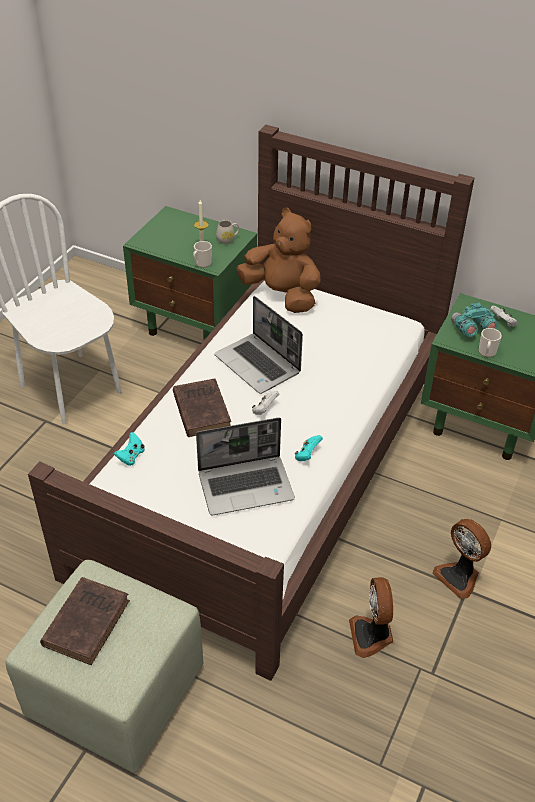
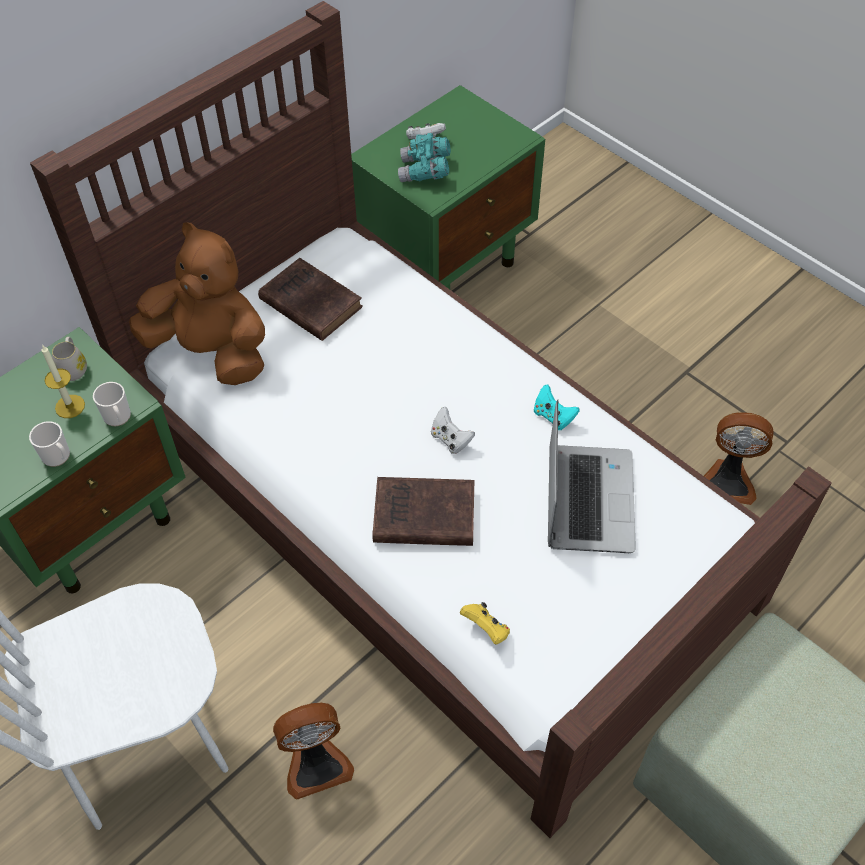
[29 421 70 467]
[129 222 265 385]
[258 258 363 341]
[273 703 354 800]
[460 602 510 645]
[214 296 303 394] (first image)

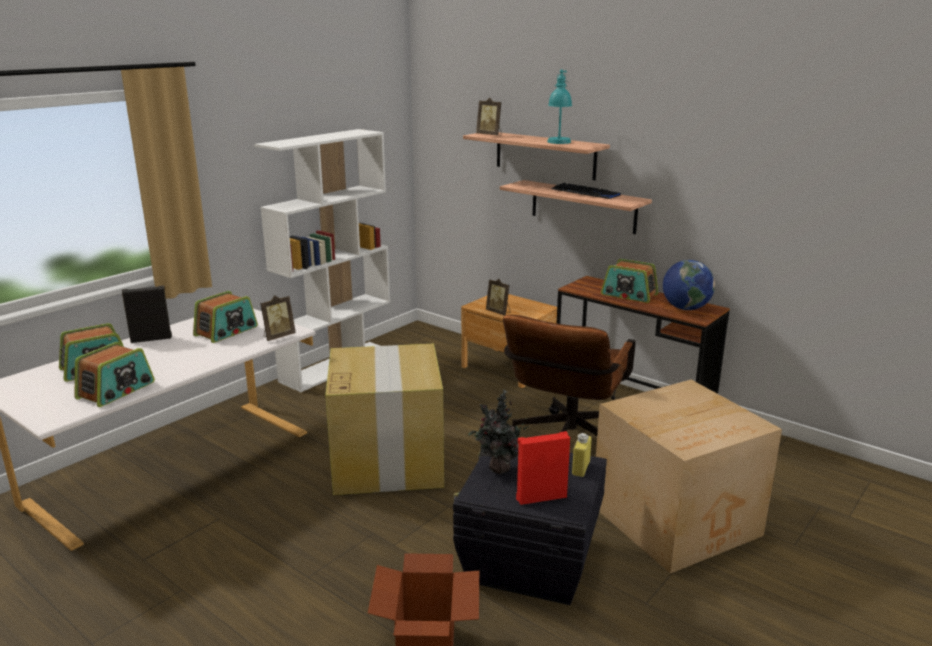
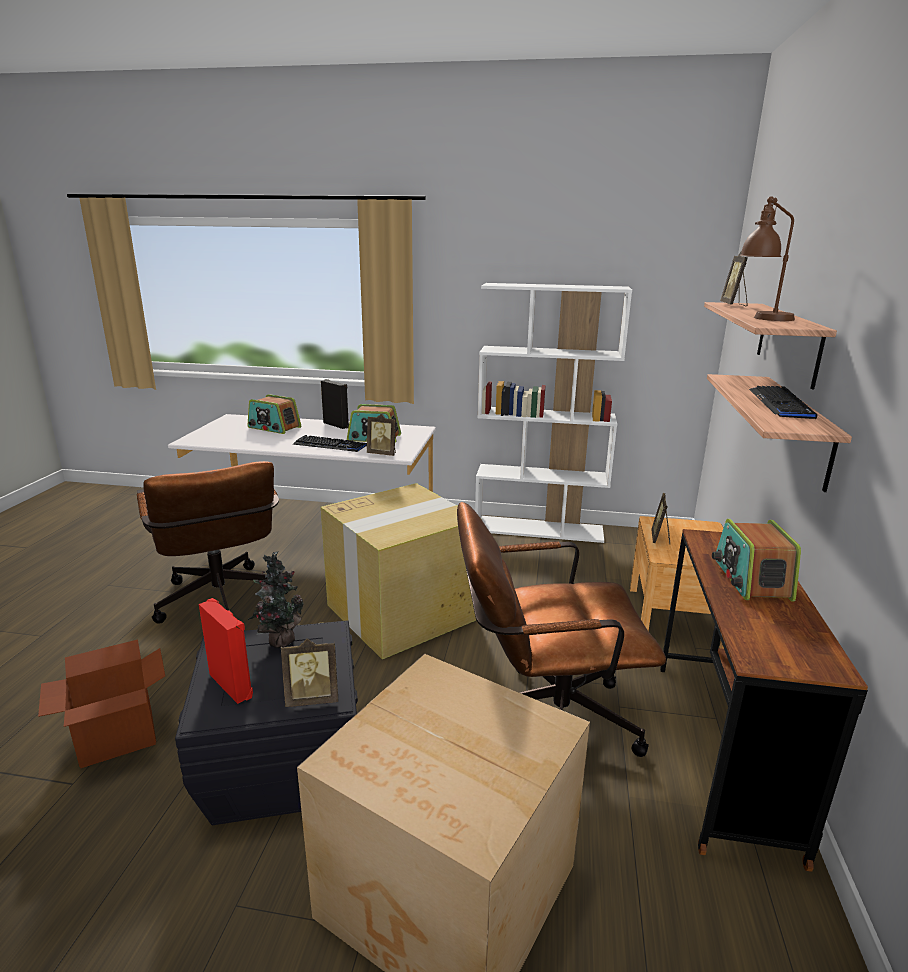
[137 461 288 624]
[281 639 338 707]
[293 435 367 452]
[740 196 795 321]
[75 342 155 407] (first image)
[663 260 715 310] (first image)

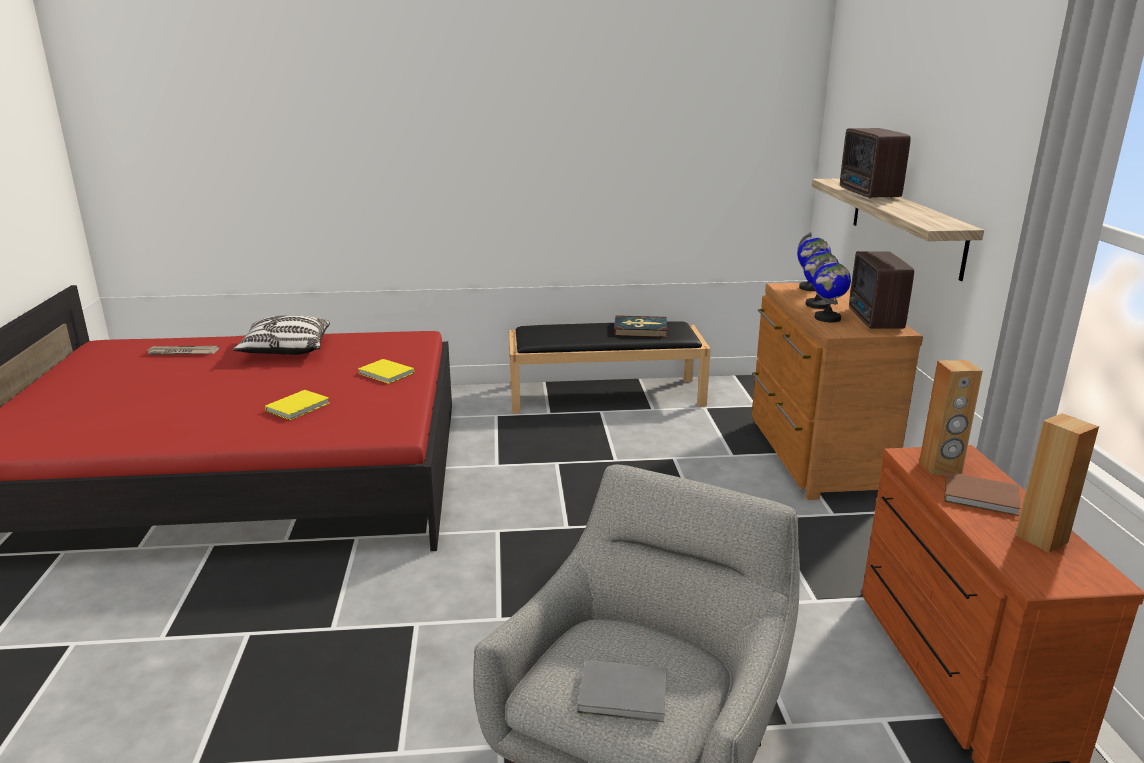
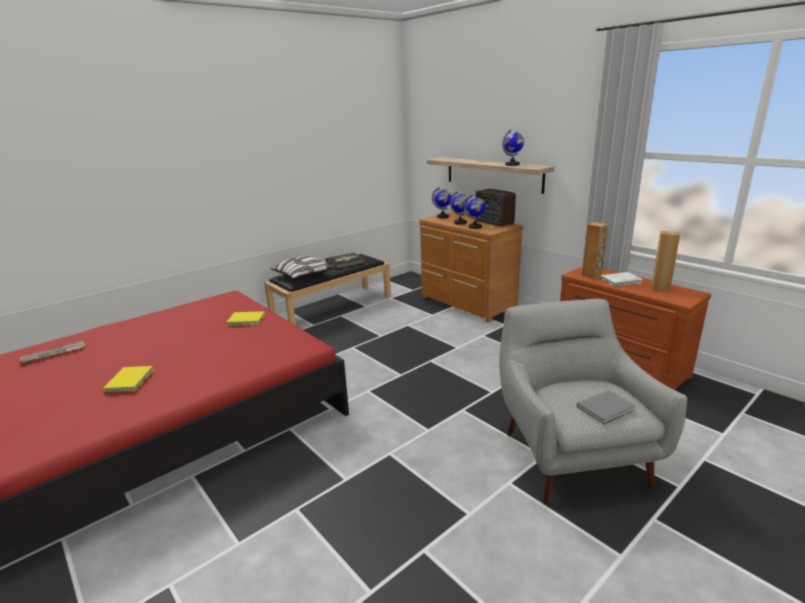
[103 366 153 393]
[270 256 334 279]
[502 130 524 166]
[601 272 643 286]
[840 128 911 198] (first image)

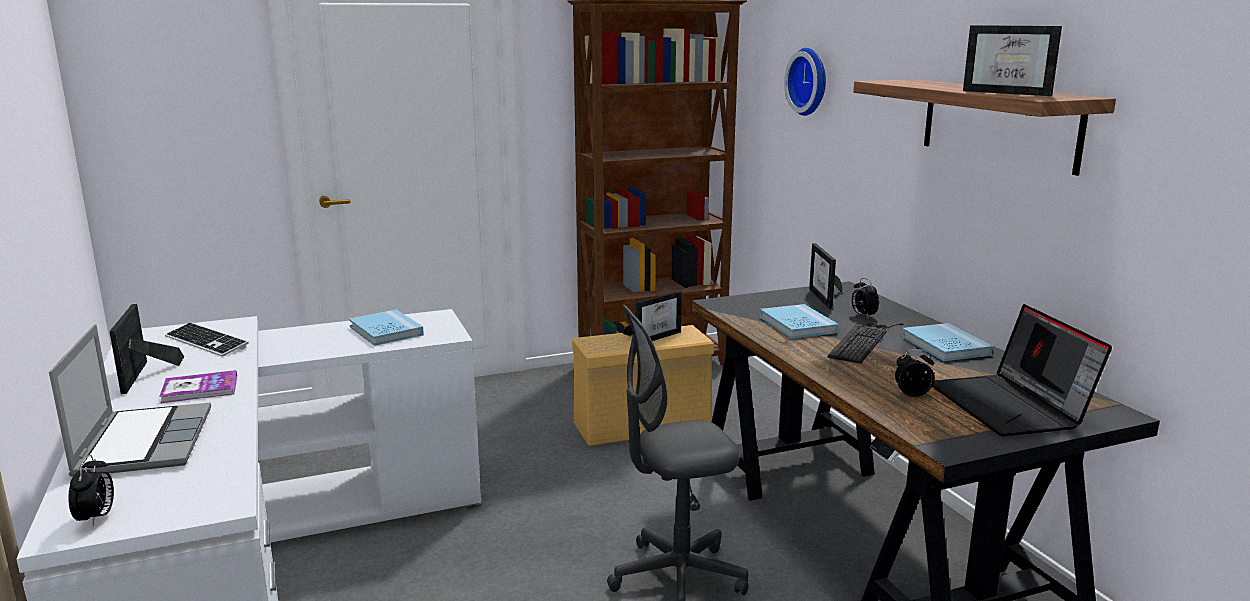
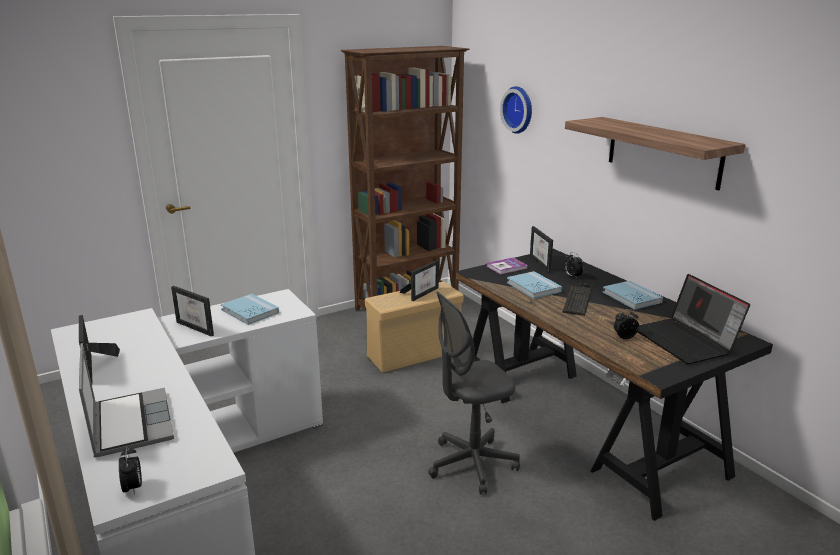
[171 286 214 337]
[486 258 528 275]
[165 322 249 357] (first image)

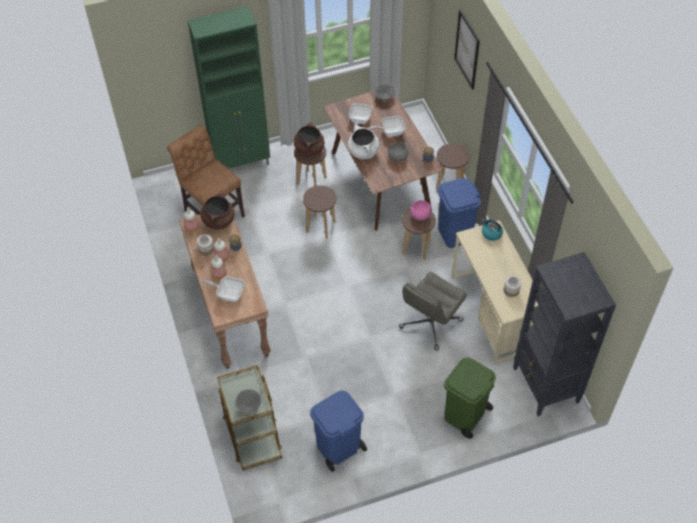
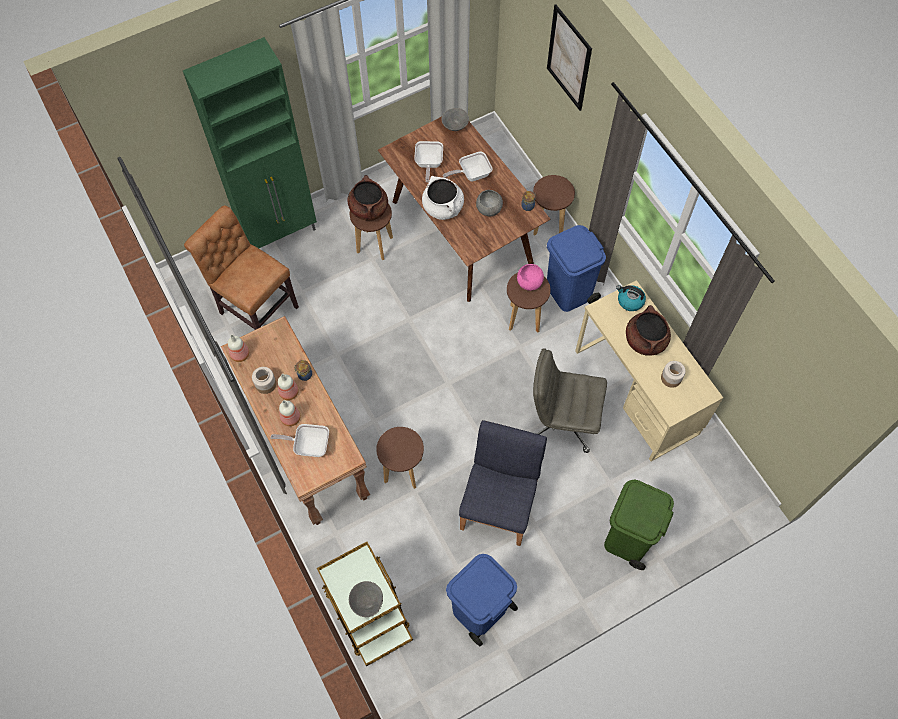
[376 427 424 489]
[459 420 547 546]
[533 348 607 453]
[626 305 671 356]
[513 252 616 416] (first image)

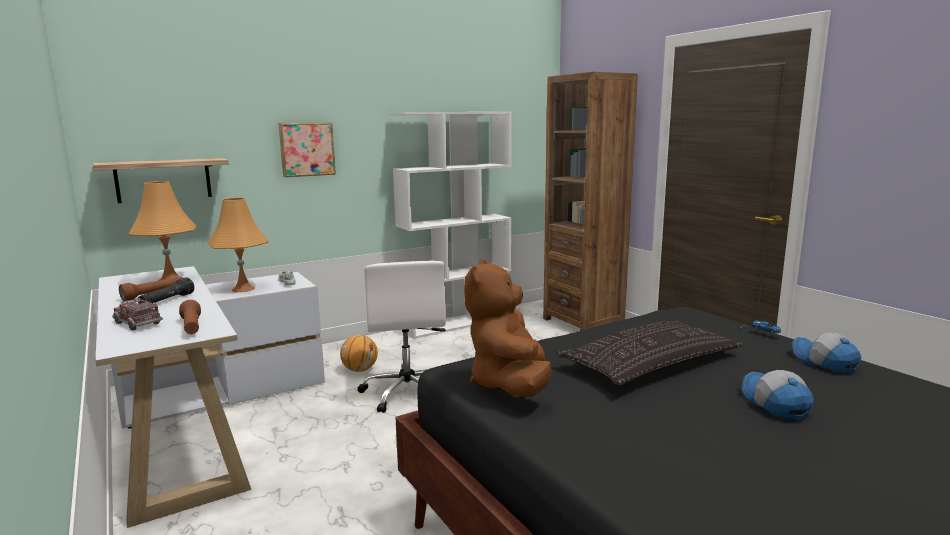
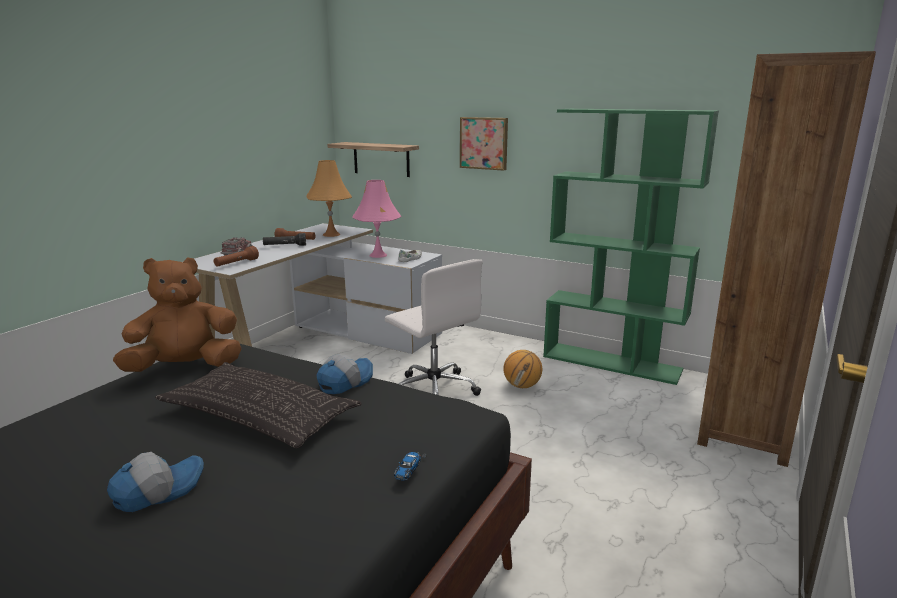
[317 354 373 394]
[352 180 401 258]
[385 259 483 396]
[503 350 542 388]
[543 109 719 385]

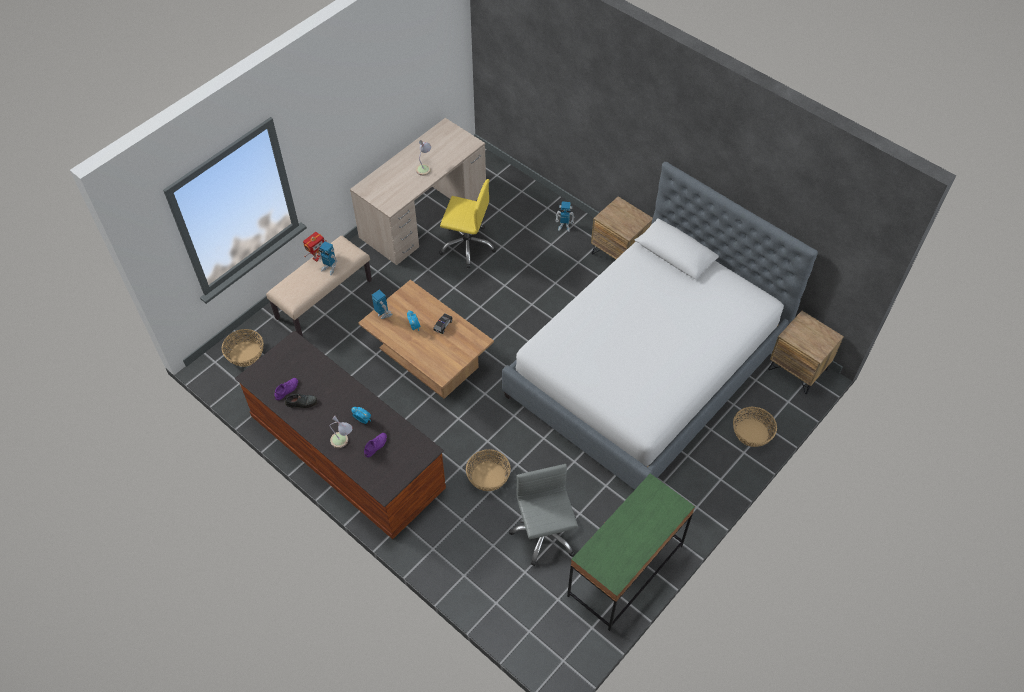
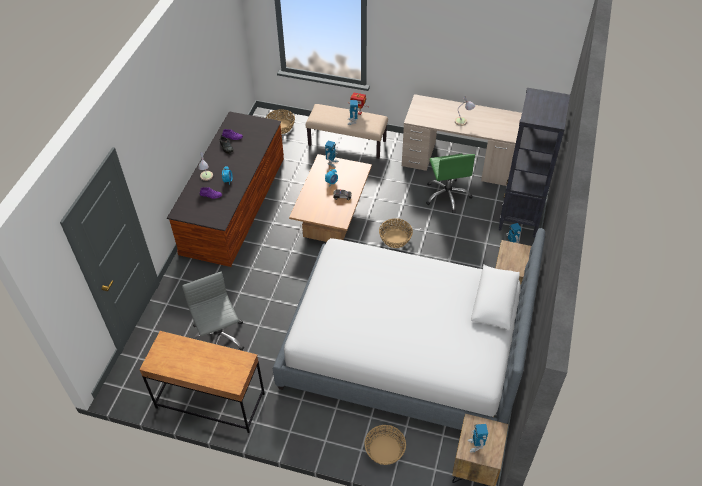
[139 331 265 433]
[182 272 244 351]
[379 218 413 248]
[426 154 475 213]
[467 424 488 452]
[499 88 570 237]

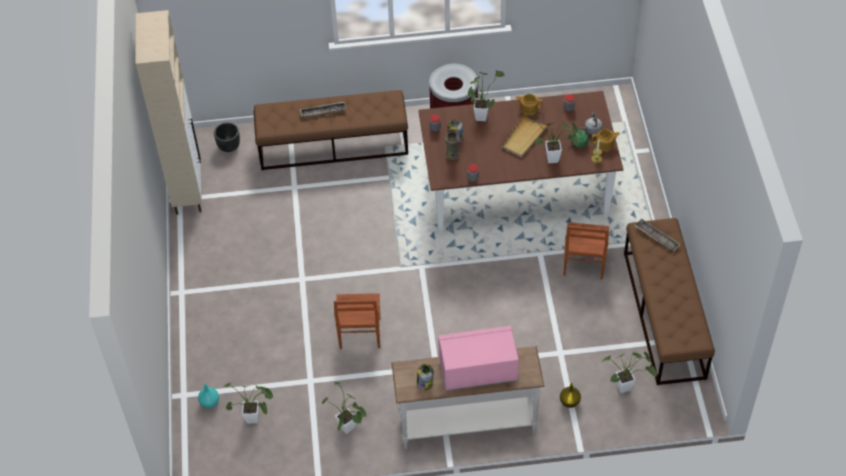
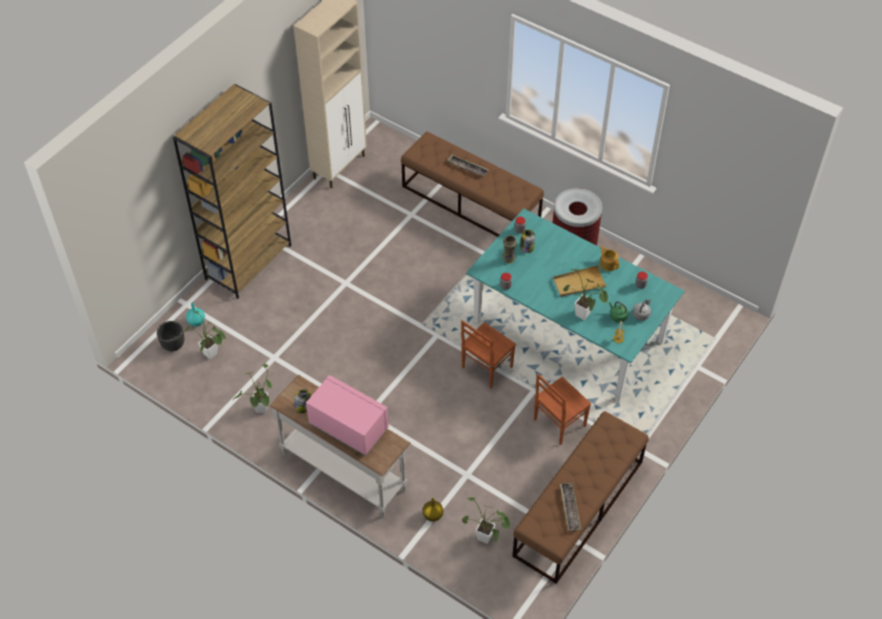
[157 321 184 351]
[173 84 291 299]
[461 320 516 388]
[466 209 685 402]
[560 483 581 531]
[467 70 505 121] (first image)
[592 129 620 151] (first image)

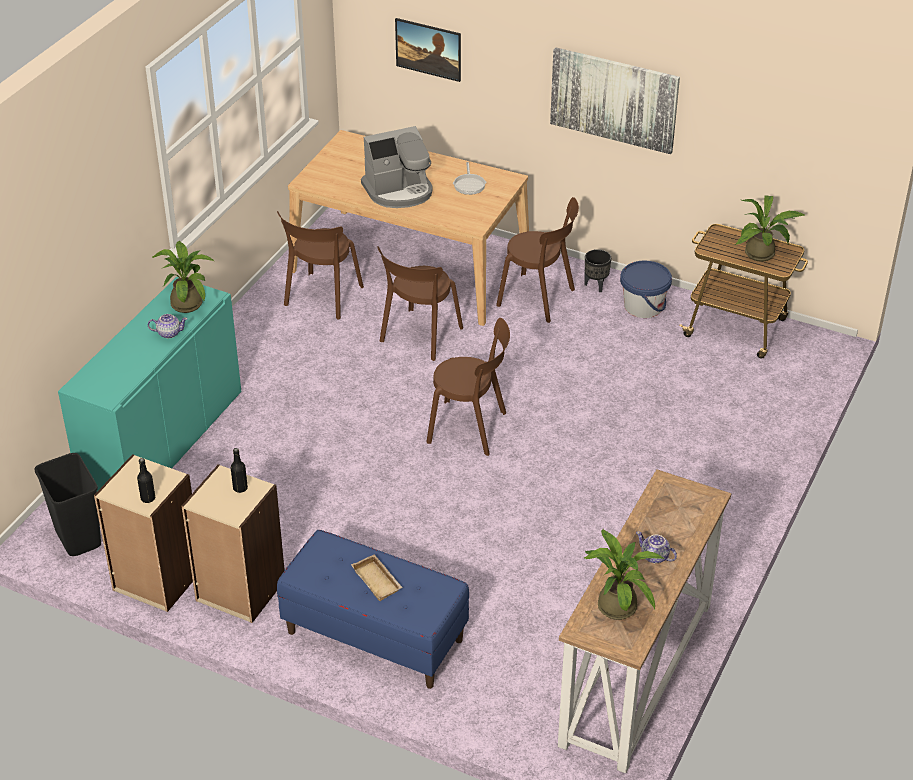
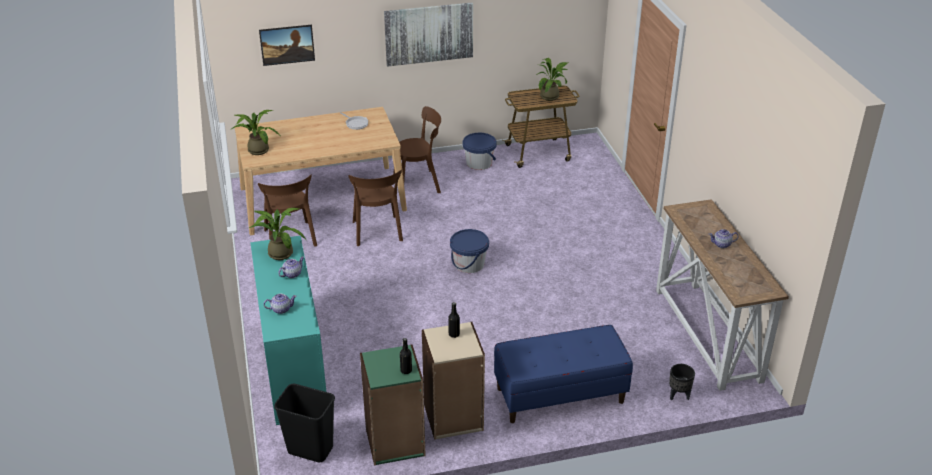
[231 110 280 155]
[264 294 296 314]
[360 345 426 465]
[450 229 489 273]
[669 364 695 400]
[351 554 403 601] (first image)
[361 126 432 208] (first image)

